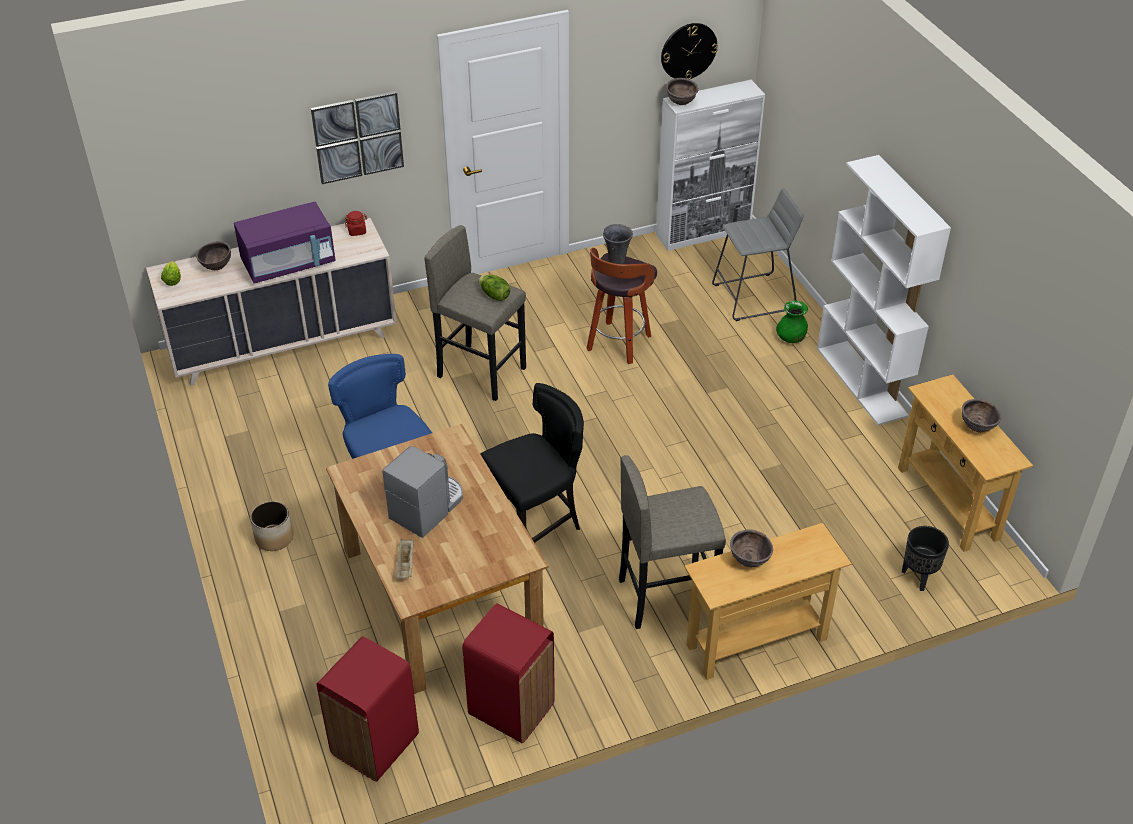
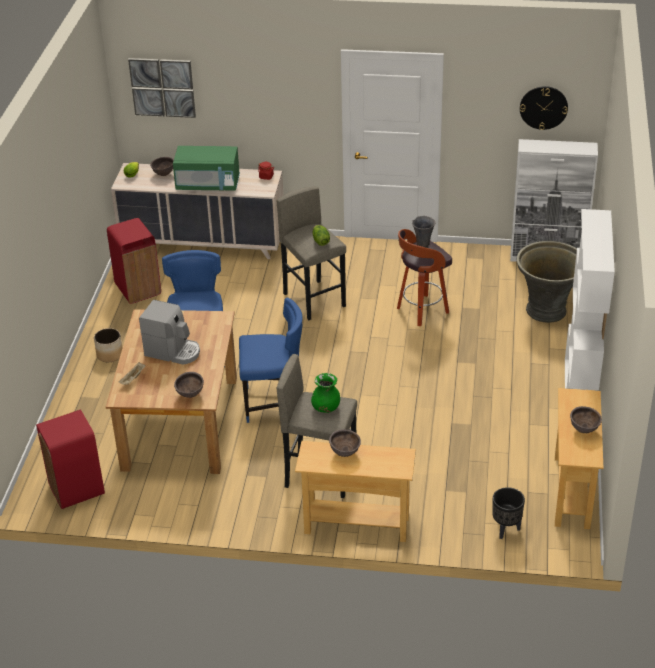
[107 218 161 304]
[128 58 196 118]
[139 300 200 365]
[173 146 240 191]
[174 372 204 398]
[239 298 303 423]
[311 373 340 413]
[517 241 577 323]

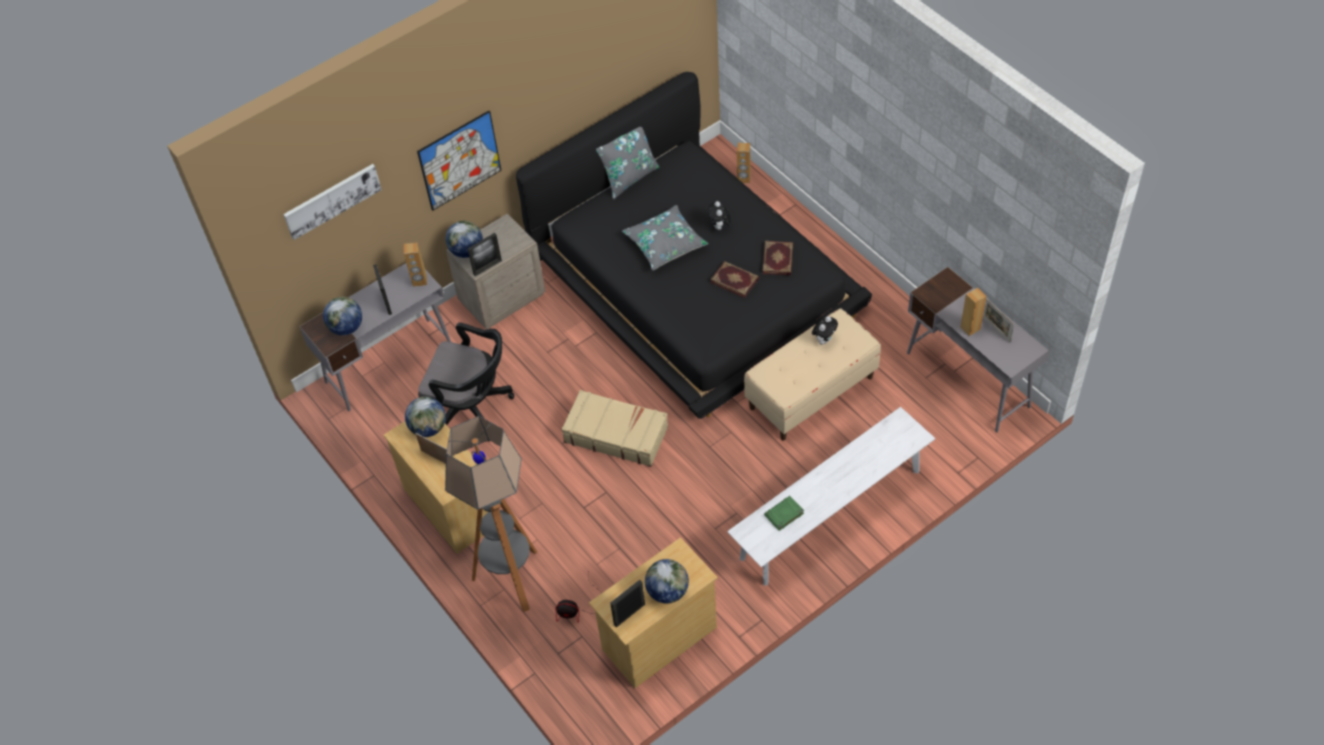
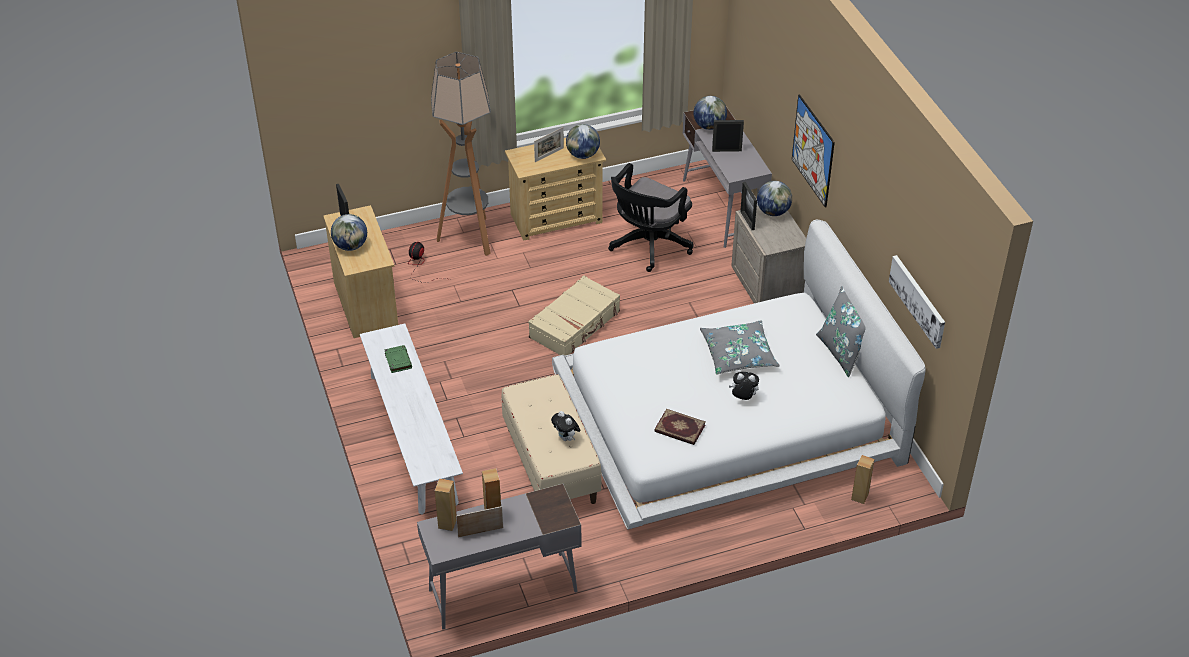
[435 479 457 531]
[552 219 926 530]
[889 255 945 349]
[710 261 759 298] (first image)

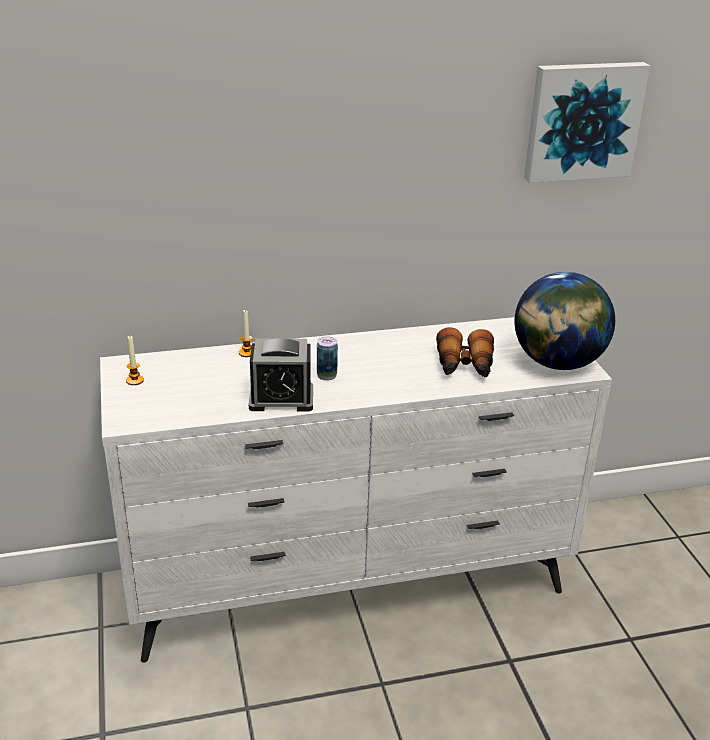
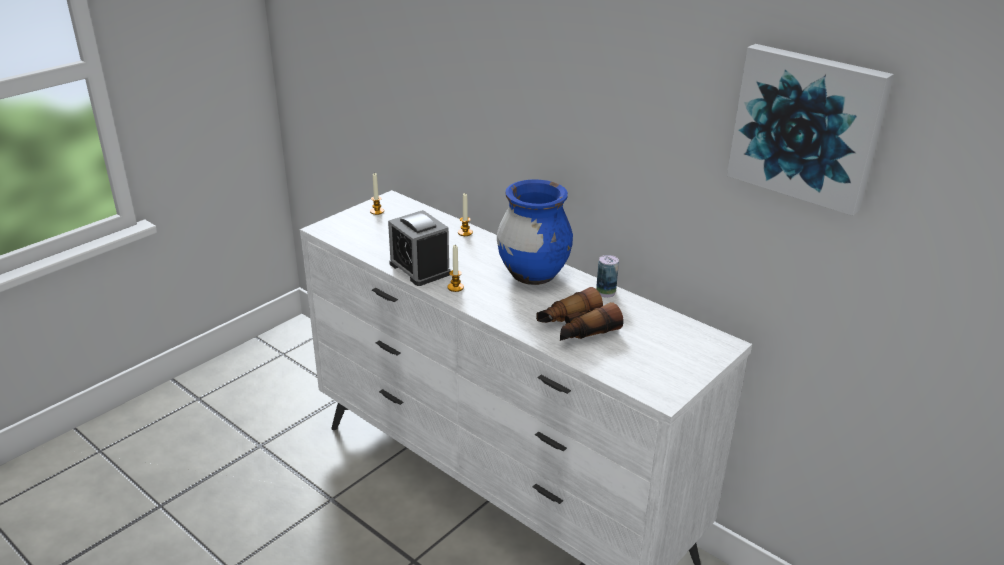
[447 245 464 292]
[497 179 573 285]
[596 255 619 298]
[515 272 615 370] (first image)

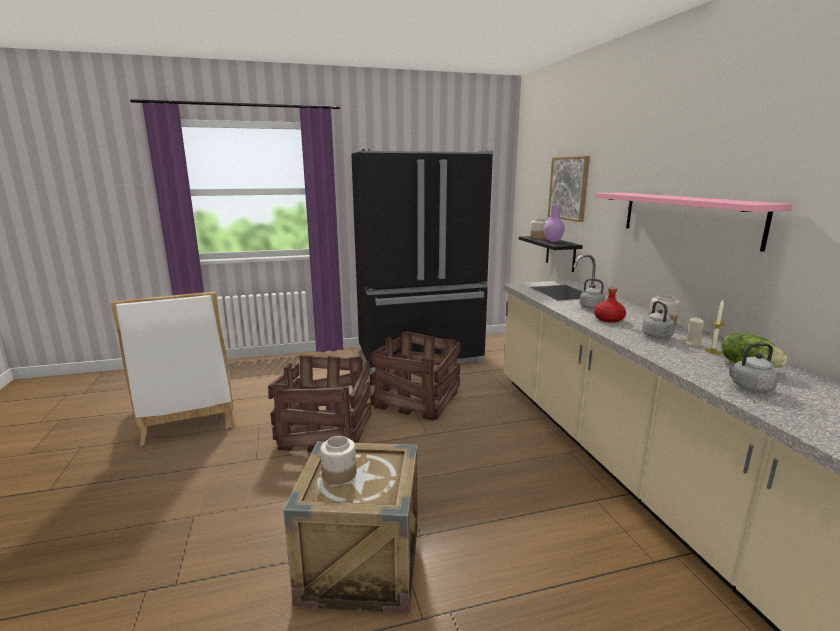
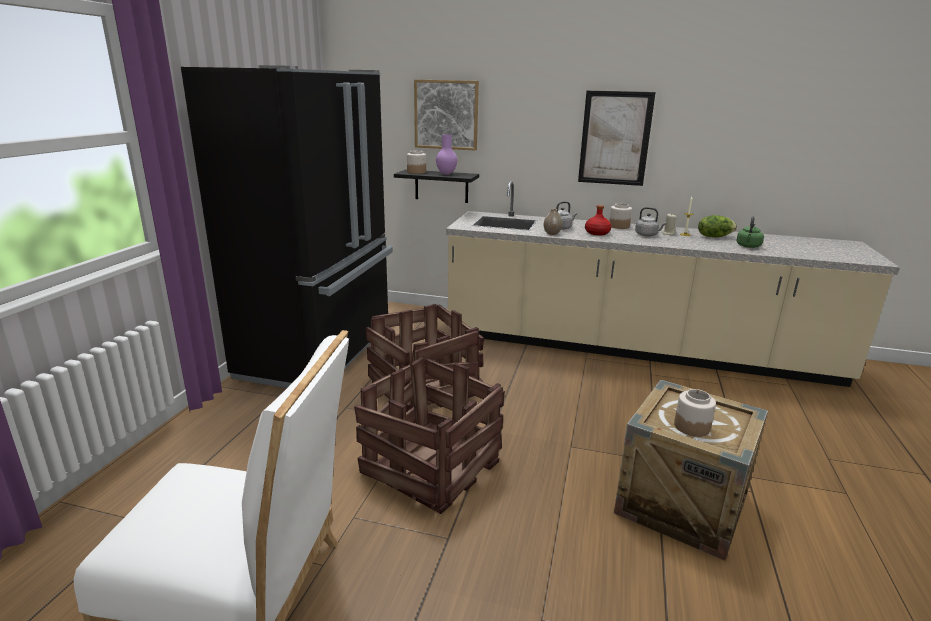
[544 209 562 235]
[578 90 655 186]
[736 216 764 248]

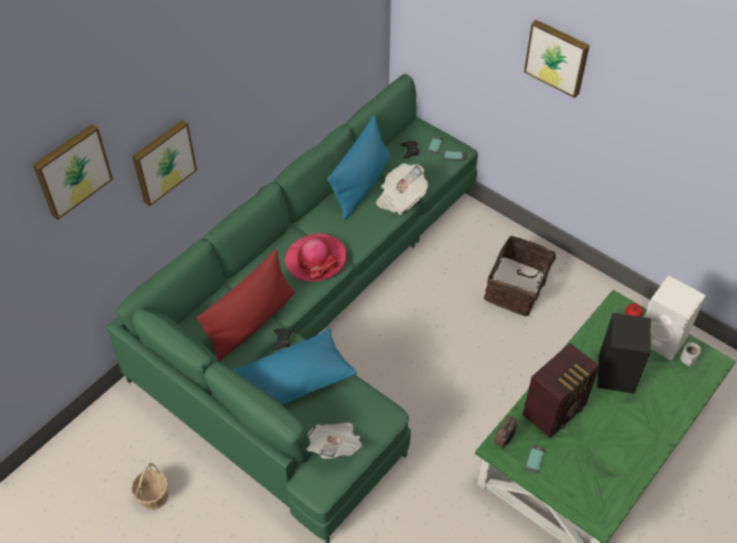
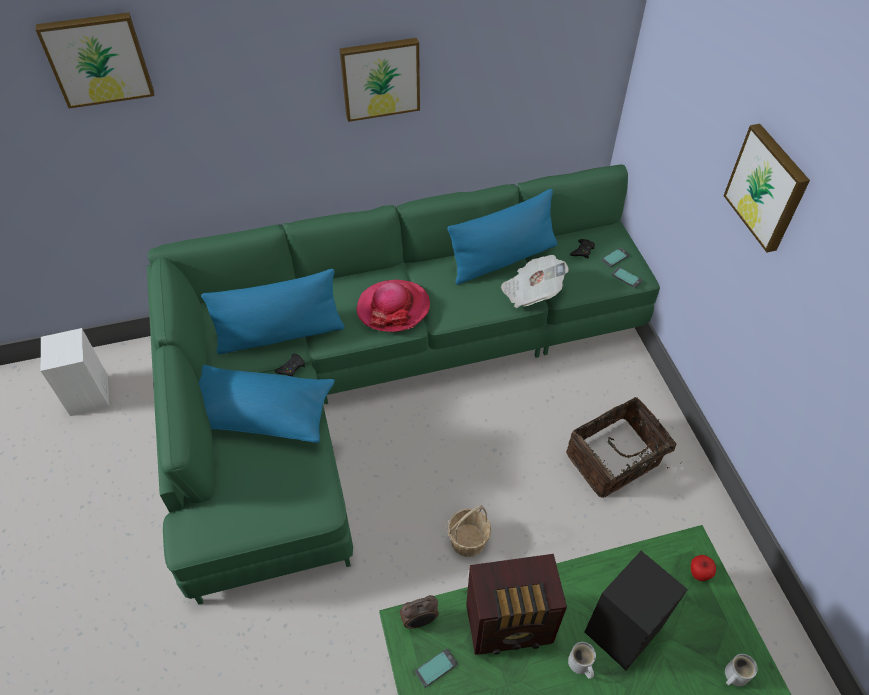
[41 328 109 416]
[201 269 345 354]
[340 38 420 122]
[447 505 491 557]
[568 642 596 679]
[306 422 363 459] (first image)

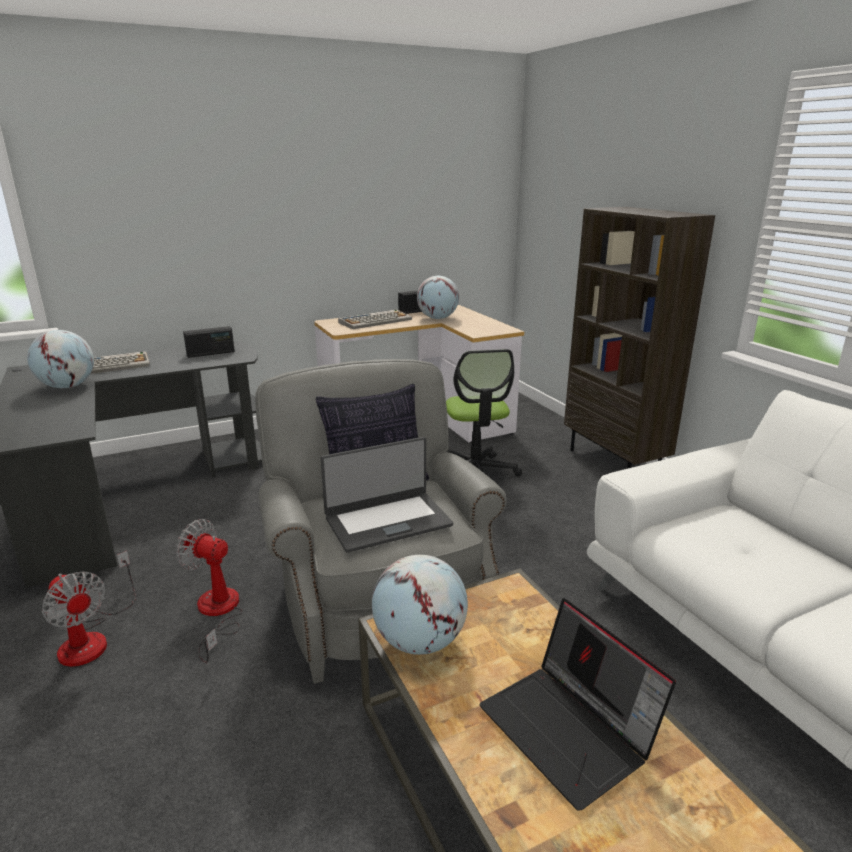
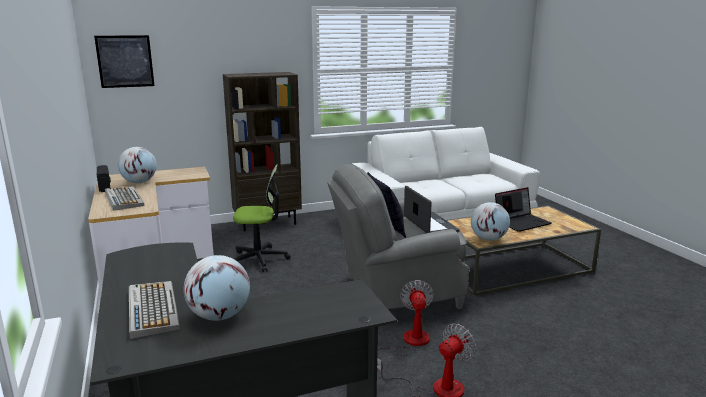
[94 35 155 88]
[377 280 433 356]
[183 326 235 358] (first image)

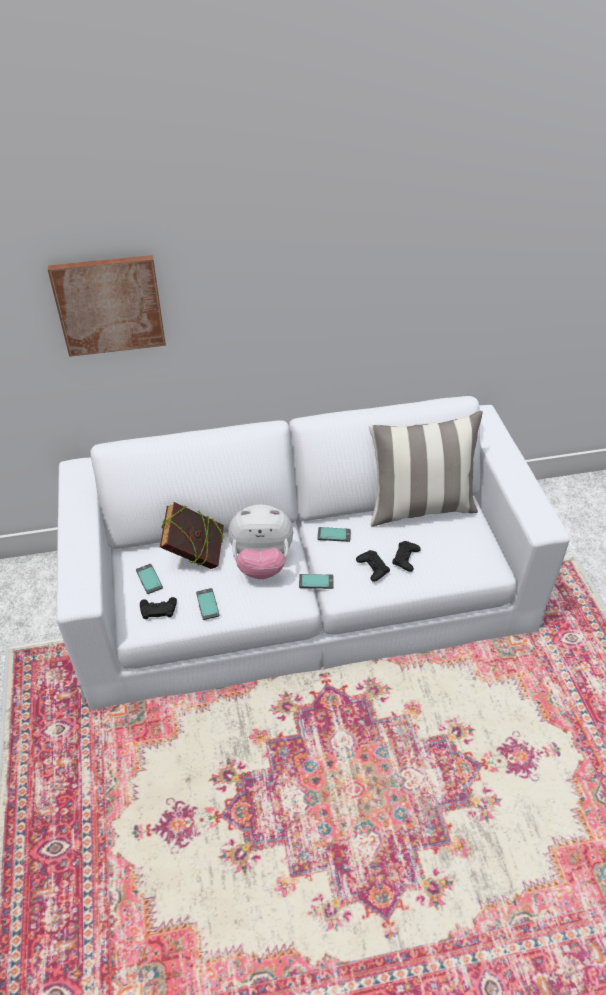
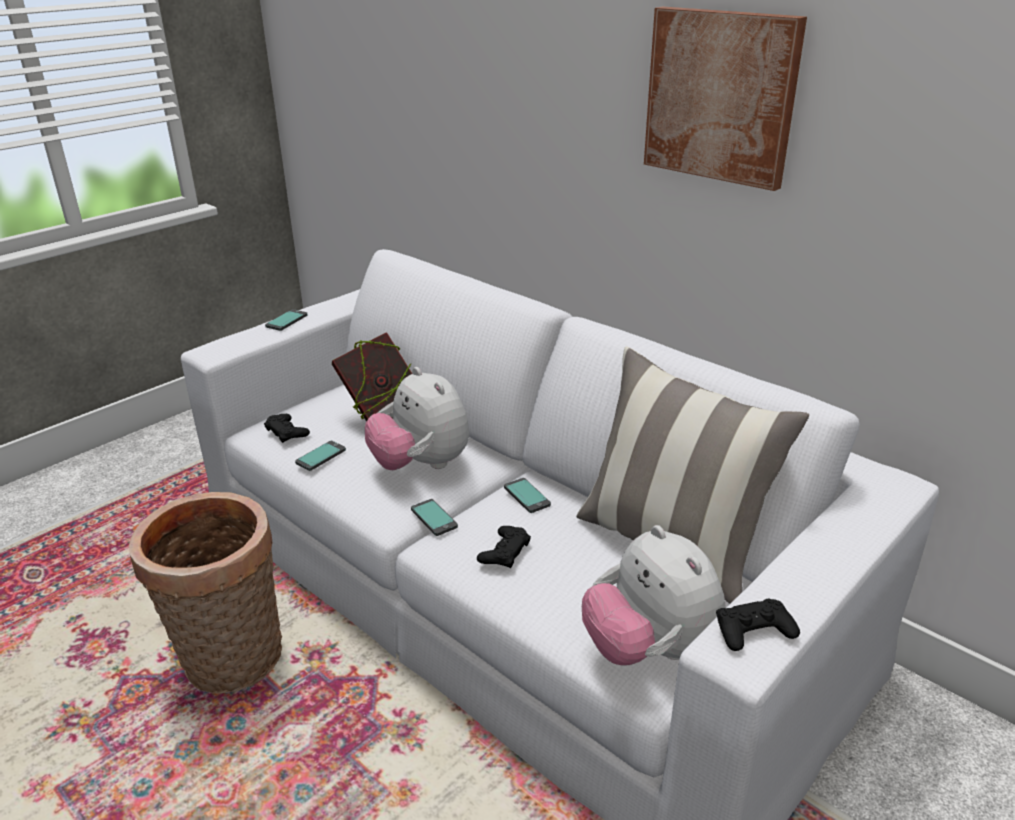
[129 492 282 694]
[265 309 308 331]
[582 525 726 666]
[644 6 807 191]
[716 599 800 651]

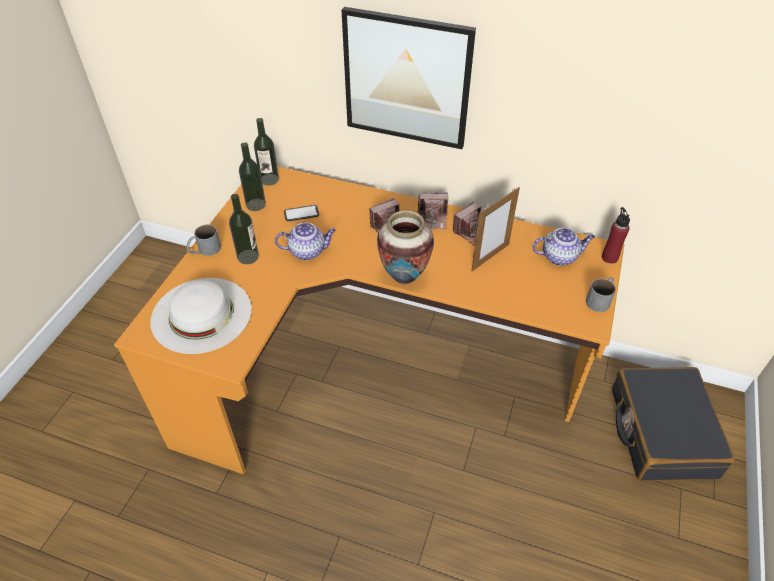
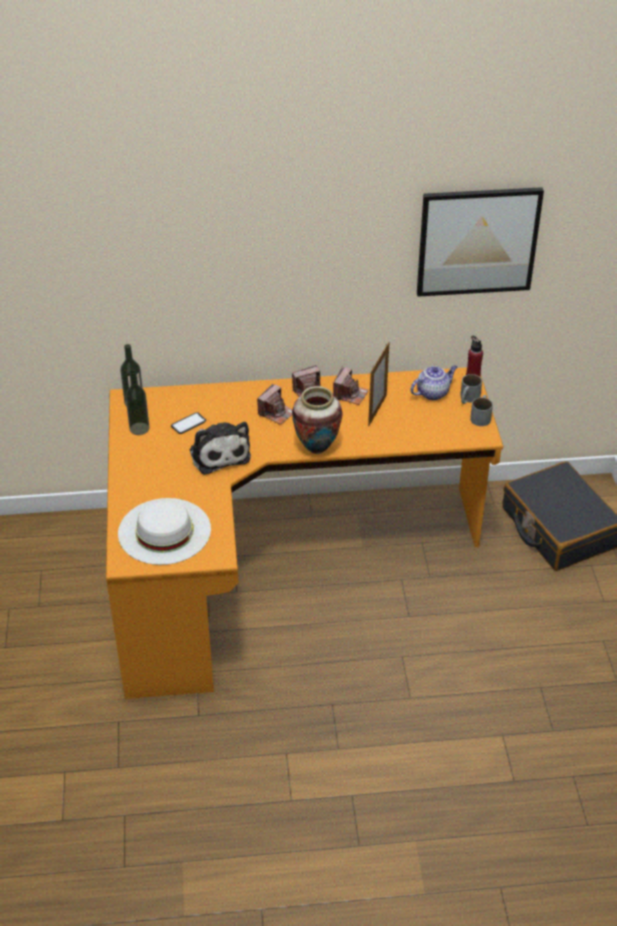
[189 422 251 475]
[417 187 544 297]
[460 374 482 404]
[229 194 259 264] (first image)

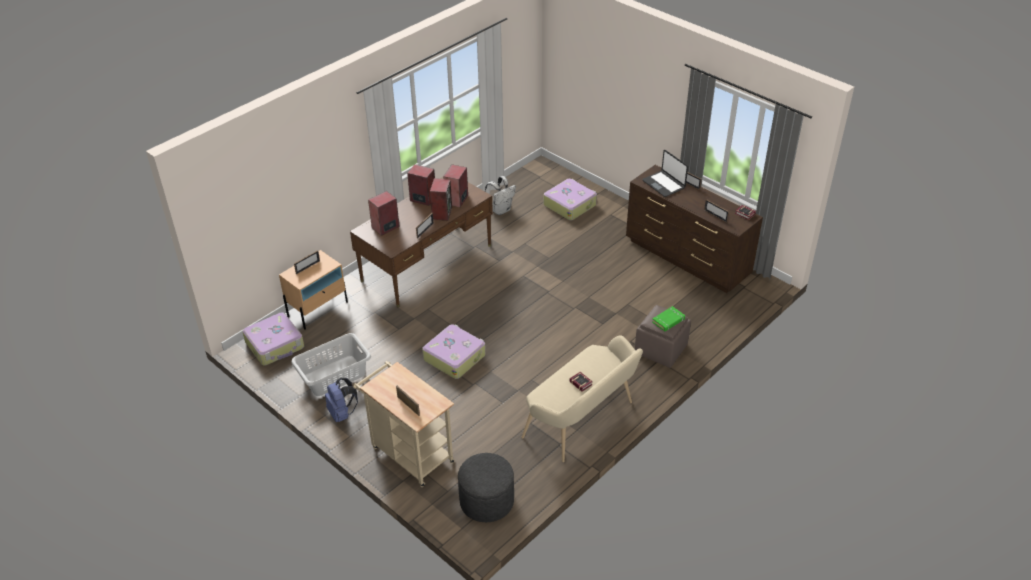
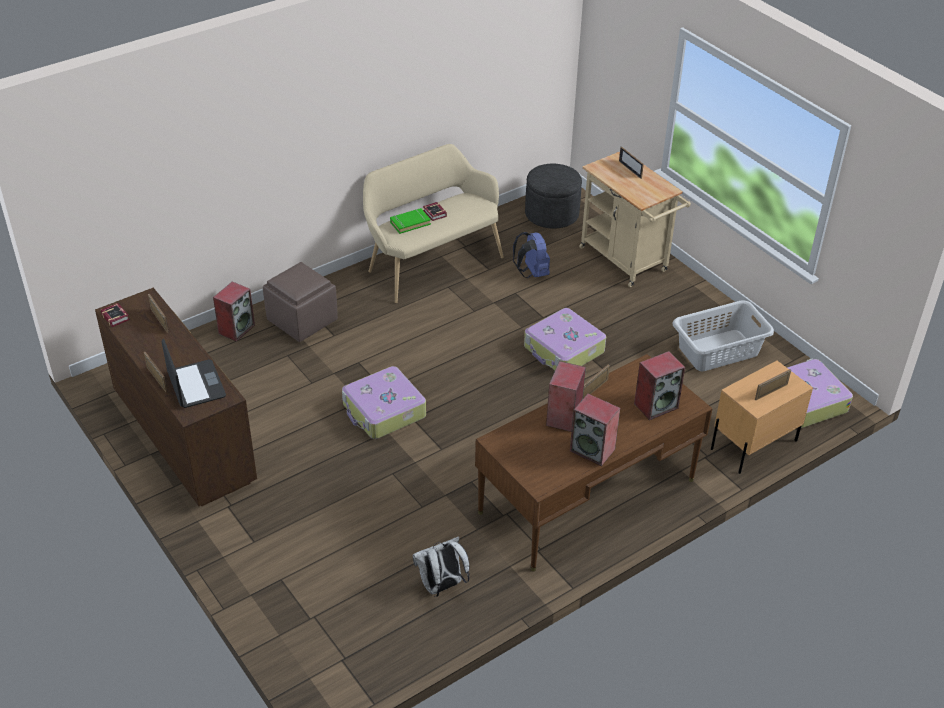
[213 281 255 342]
[342 366 426 439]
[390 208 431 234]
[513 232 550 278]

